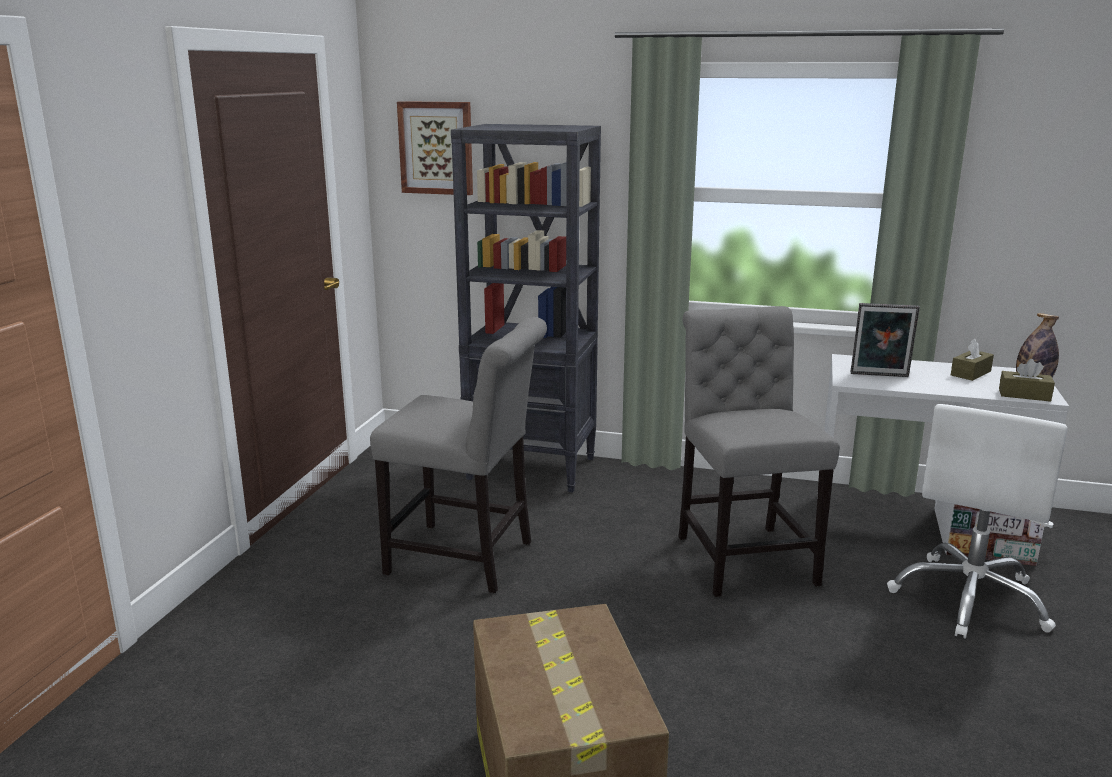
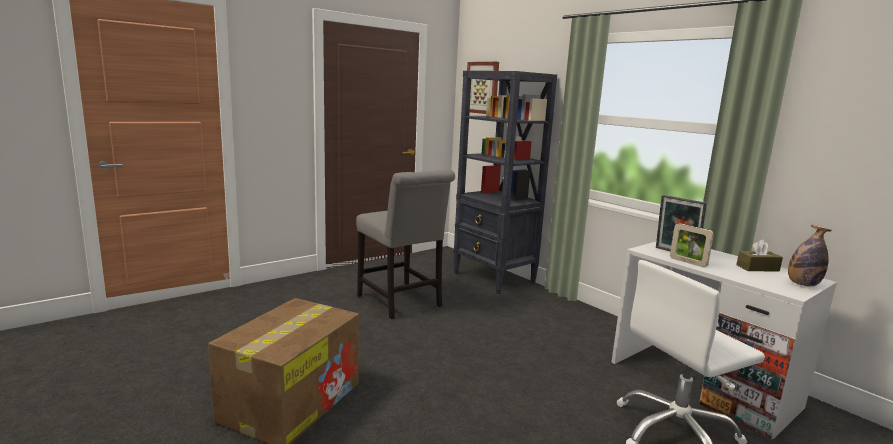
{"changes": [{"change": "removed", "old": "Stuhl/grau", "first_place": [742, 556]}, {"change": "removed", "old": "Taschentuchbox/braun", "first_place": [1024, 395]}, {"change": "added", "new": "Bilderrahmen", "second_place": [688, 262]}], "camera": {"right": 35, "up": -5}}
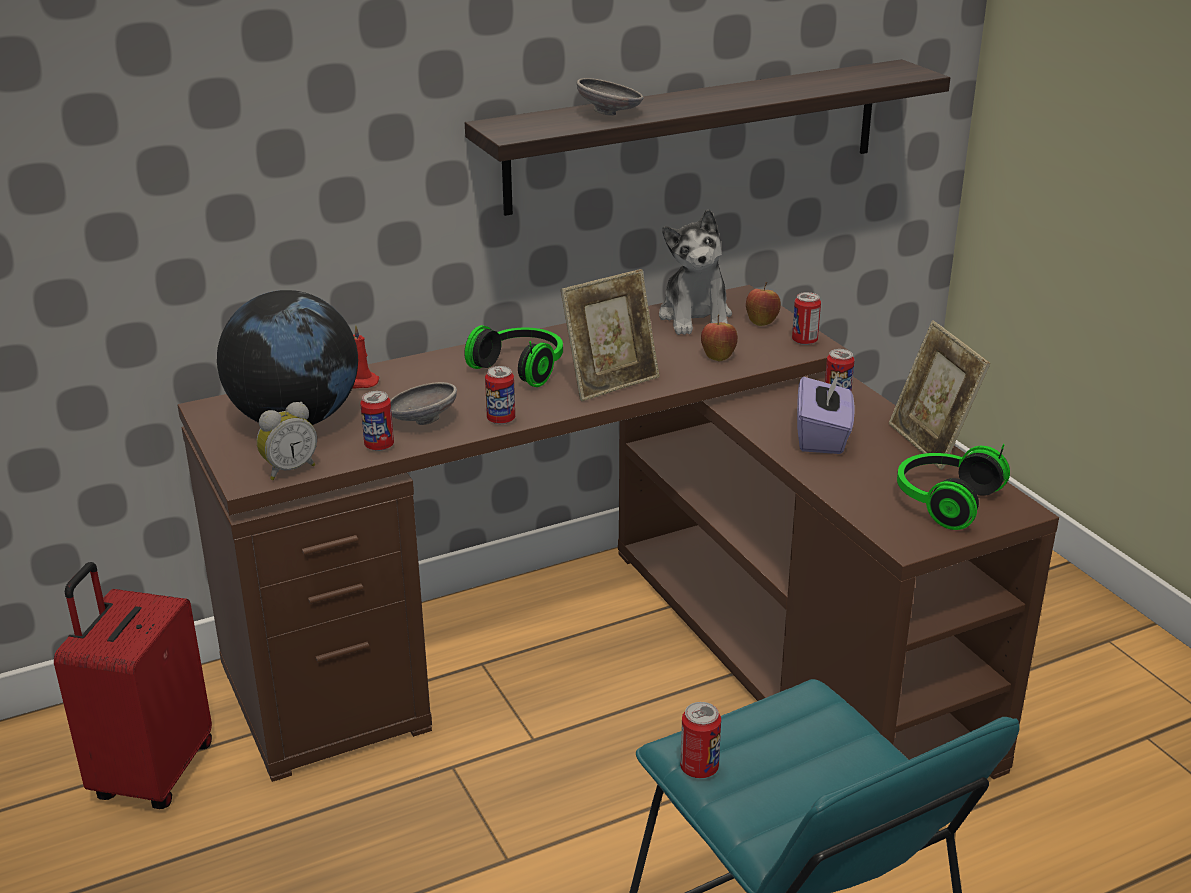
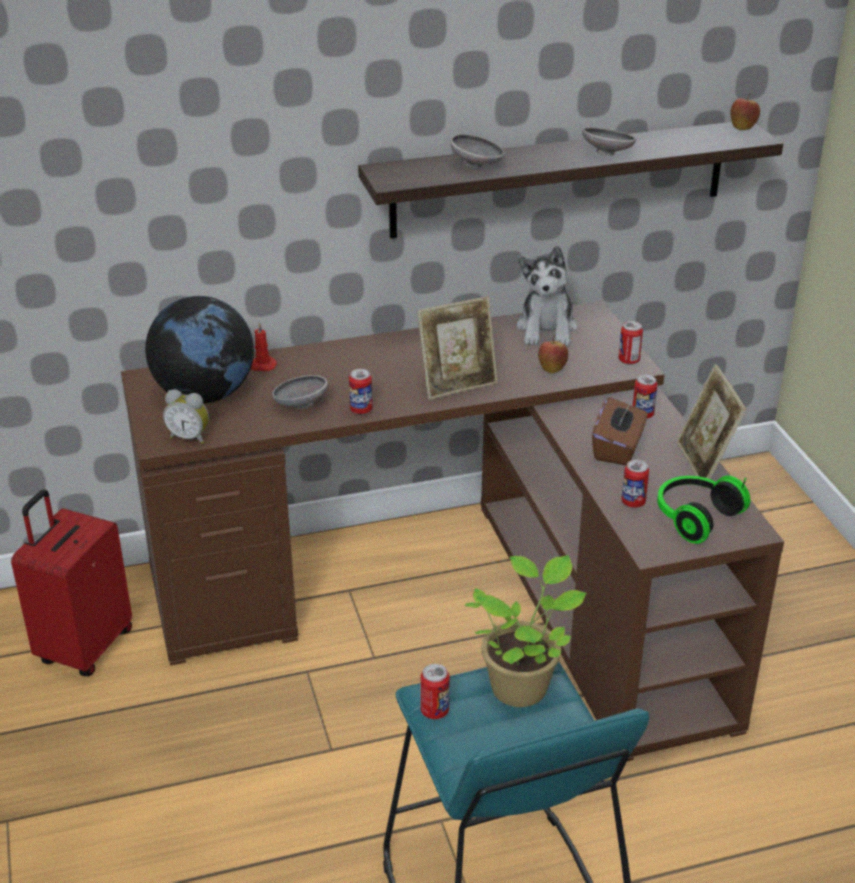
{"changes": [{"change": "turned", "old": "Wecker", "first_place": [289, 469], "second_place": [190, 437], "degrees": 45}, {"change": "moved", "old": "Dose", "first_place": [379, 446], "second_place": [633, 502]}, {"change": "removed", "old": "Kopfhörer", "first_place": [522, 368]}, {"change": "moved", "old": "Apfel", "first_place": [761, 322], "second_place": [742, 127]}, {"change": "recoloured", "old": "Taschentuchbox/lila", "new": "Taschentuchbox/braun", "first_place": [822, 437], "second_place": [618, 449]}, {"change": "added", "new": "Topfpflanze", "second_place": [521, 685]}, {"change": "added", "new": "Schüssel/grau", "second_place": [608, 153]}], "camera": {"right": 10, "up": 5}}
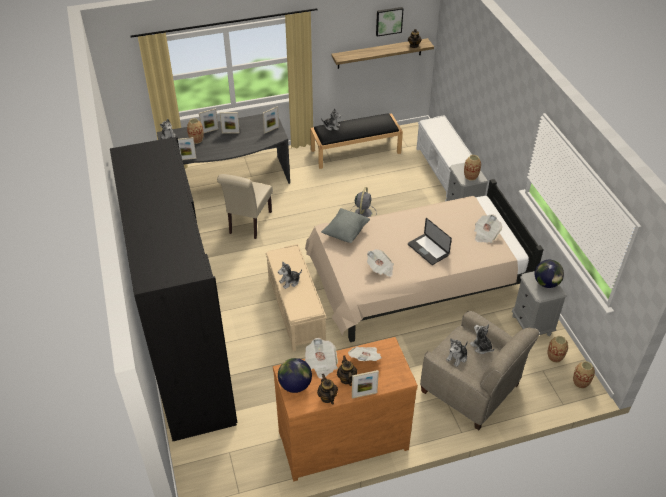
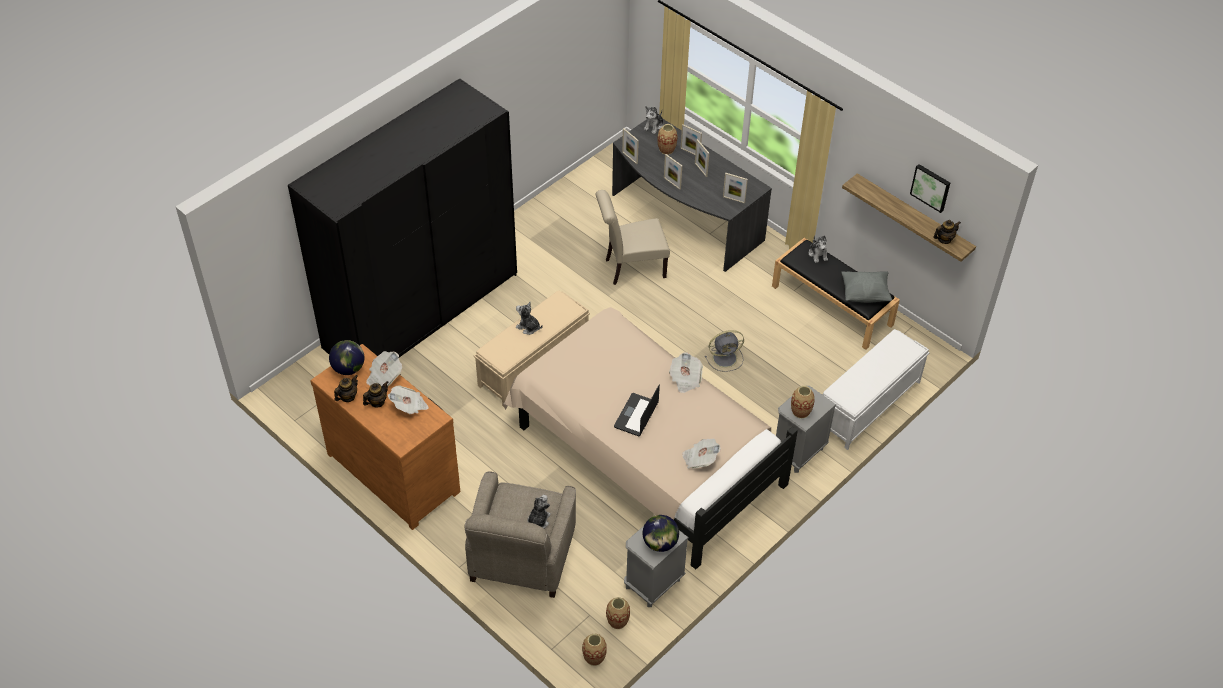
{"changes": [{"change": "moved", "old": "Kissen/grau", "first_place": [346, 232], "second_place": [865, 294]}, {"change": "moved", "old": "Bilderrahmen", "first_place": [364, 395], "second_place": [672, 183]}, {"change": "moved", "old": "Zeitung", "first_place": [380, 269], "second_place": [685, 379]}, {"change": "removed", "old": "Plüschtier", "first_place": [457, 357]}], "camera": {"right": 60, "up": 5}}
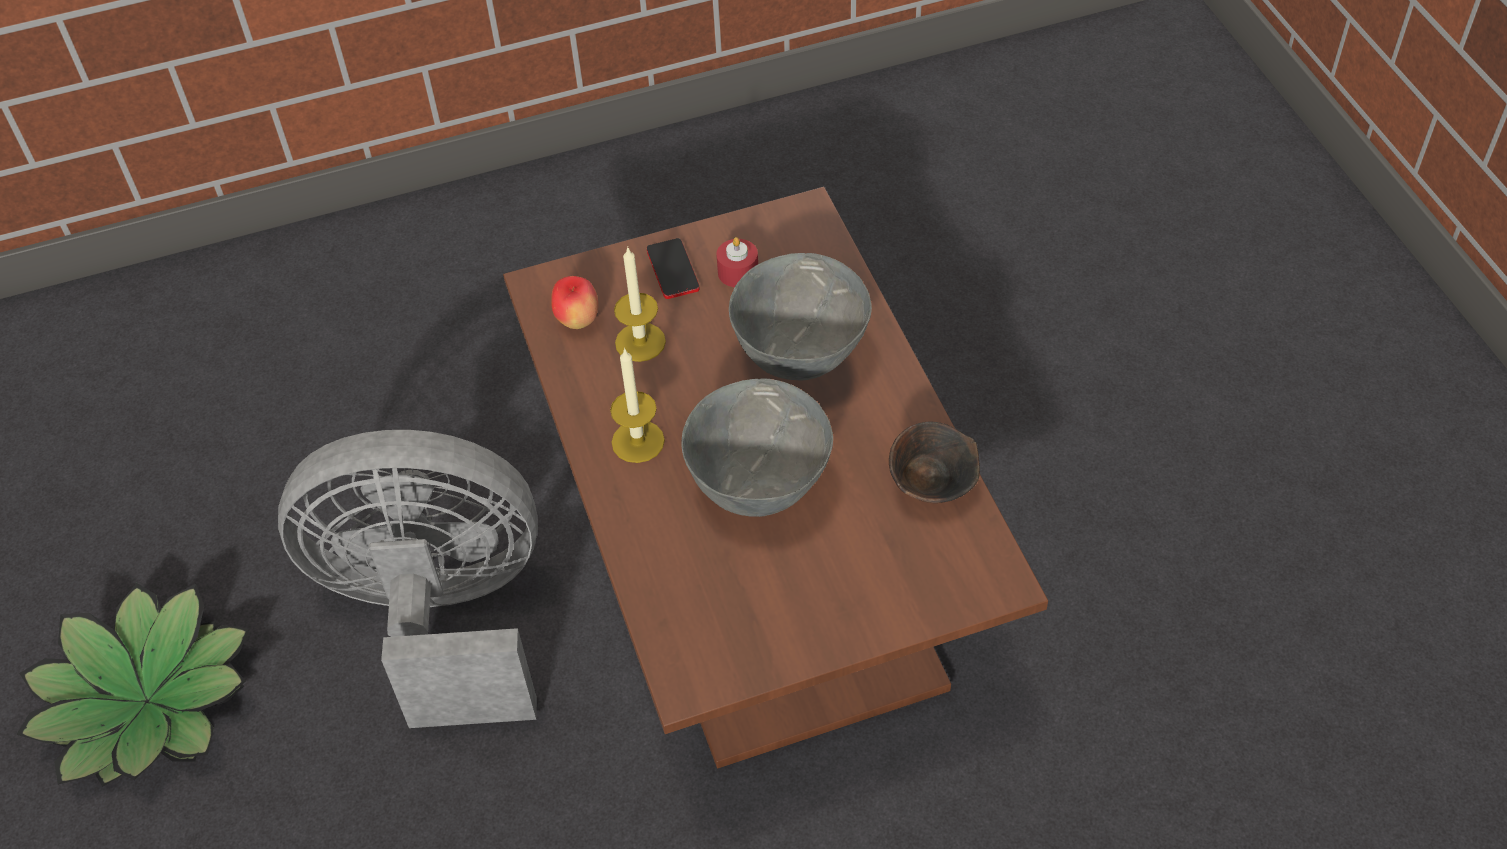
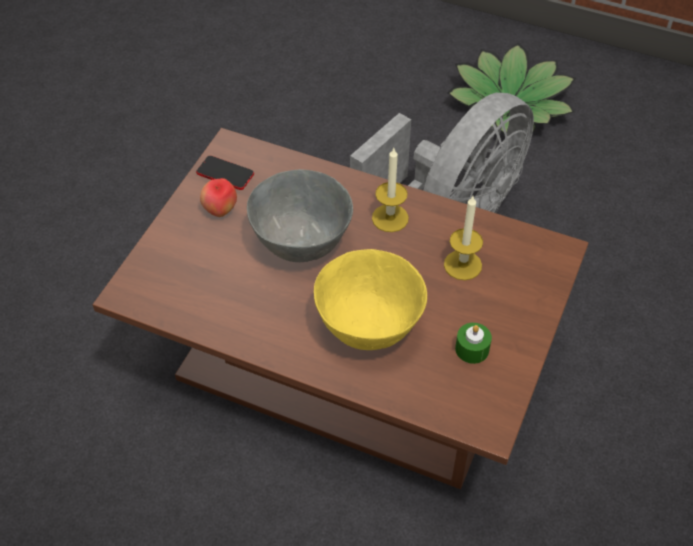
{"changes": [{"change": "moved", "old": "Apfel", "first_place": [578, 320], "second_place": [220, 210]}, {"change": "moved", "old": "Handy", "first_place": [672, 270], "second_place": [225, 173]}, {"change": "recoloured", "old": "Kerze/rot", "new": "Kerze/grün", "first_place": [738, 272], "second_place": [472, 349]}, {"change": "recoloured", "old": "Schüssel/grau", "new": "Schüssel/gelb", "first_place": [799, 356], "second_place": [370, 327]}, {"change": "removed", "old": "Schüssel/braun", "first_place": [932, 485]}], "camera": {"right": 130, "up": 0}}
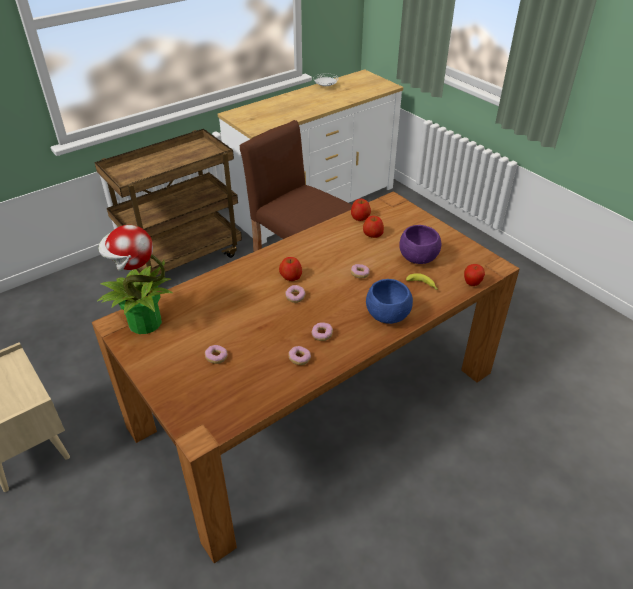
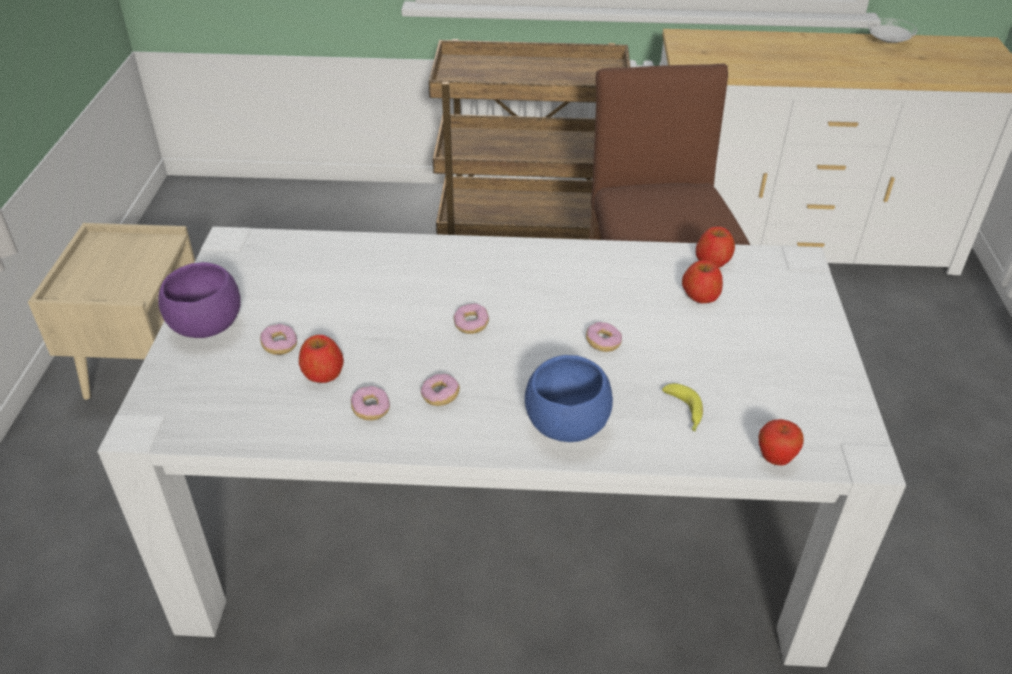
{"changes": [{"change": "recoloured", "old": "Esstisch/braun", "new": "Esstisch/weiß", "first_place": [316, 399], "second_place": [504, 520]}, {"change": "removed", "old": "Topfpflanze", "first_place": [143, 323]}, {"change": "moved", "old": "Apfel", "first_place": [291, 276], "second_place": [323, 372]}, {"change": "moved", "old": "Schüssel/lila", "first_place": [417, 259], "second_place": [206, 327]}], "camera": {"right": 40, "up": 0}}
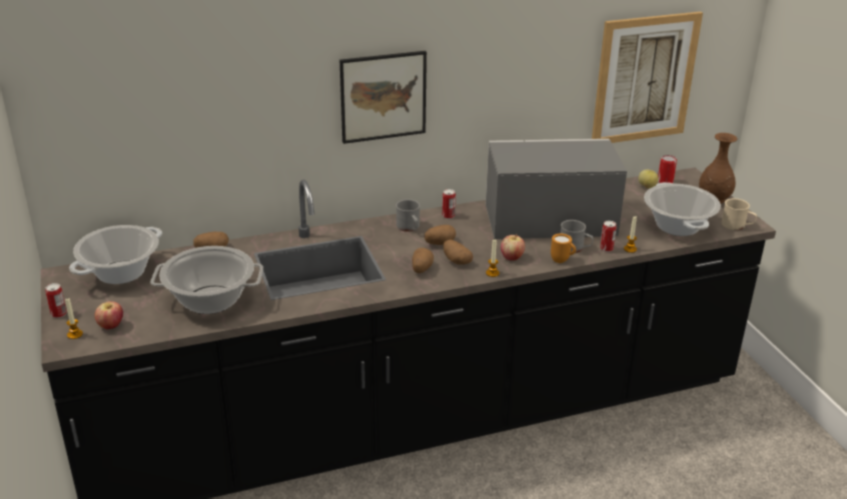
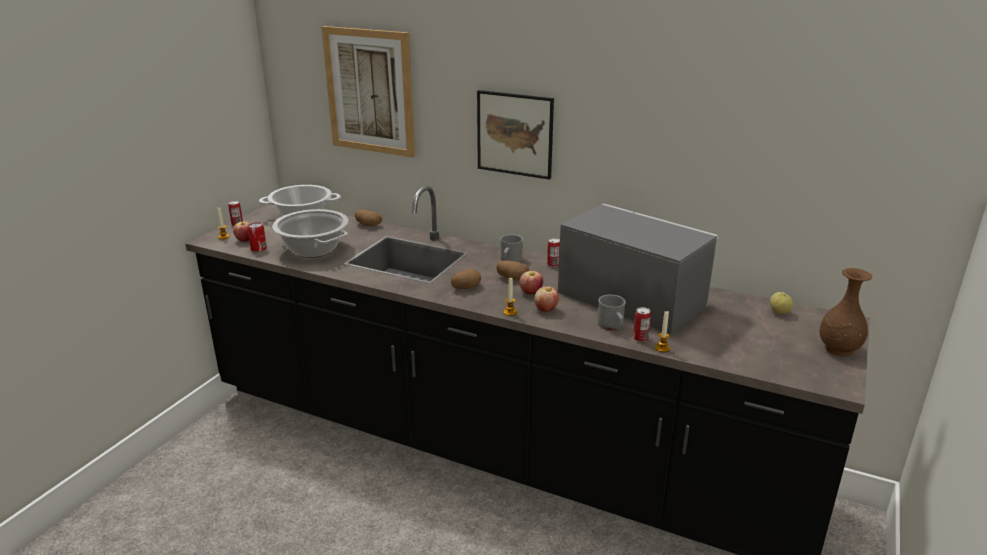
{"changes": [{"change": "removed", "old": "Kartoffel", "first_place": [456, 261]}, {"change": "removed", "old": "Henkelbecher/orange", "first_place": [562, 261]}, {"change": "moved", "old": "Bild", "first_place": [644, 78], "second_place": [370, 91]}, {"change": "removed", "old": "Kochtopf", "first_place": [677, 226]}, {"change": "moved", "old": "Dose", "first_place": [665, 181], "second_place": [258, 249]}, {"change": "removed", "old": "Henkelbecher/beige", "first_place": [737, 225]}, {"change": "added", "new": "Apfel", "second_place": [531, 292]}], "camera": {"right": 45, "up": -5}}
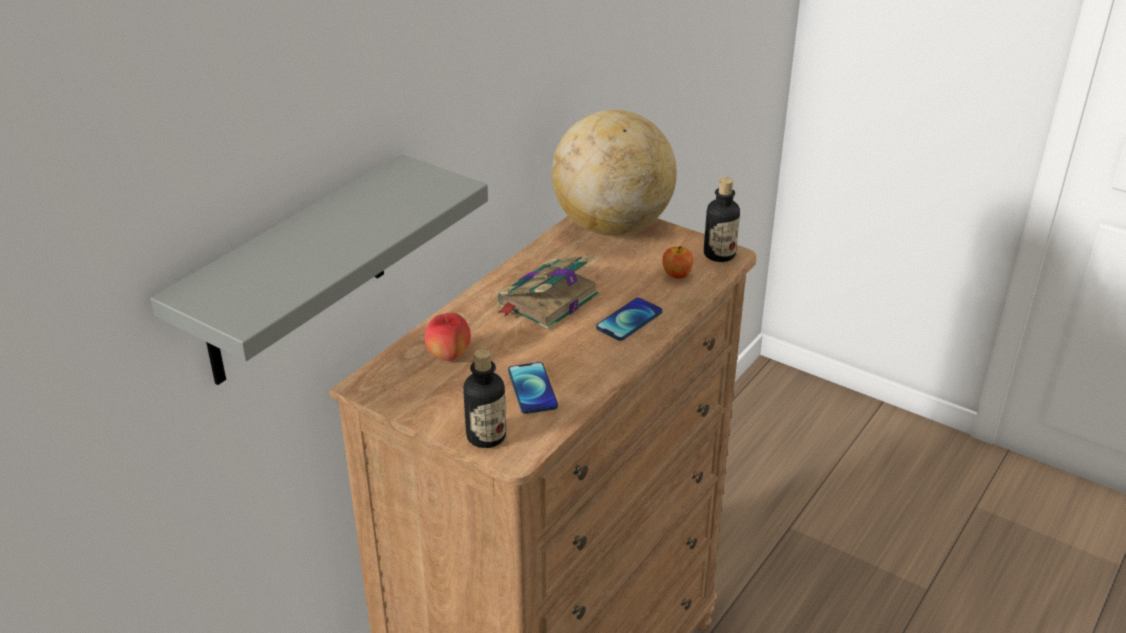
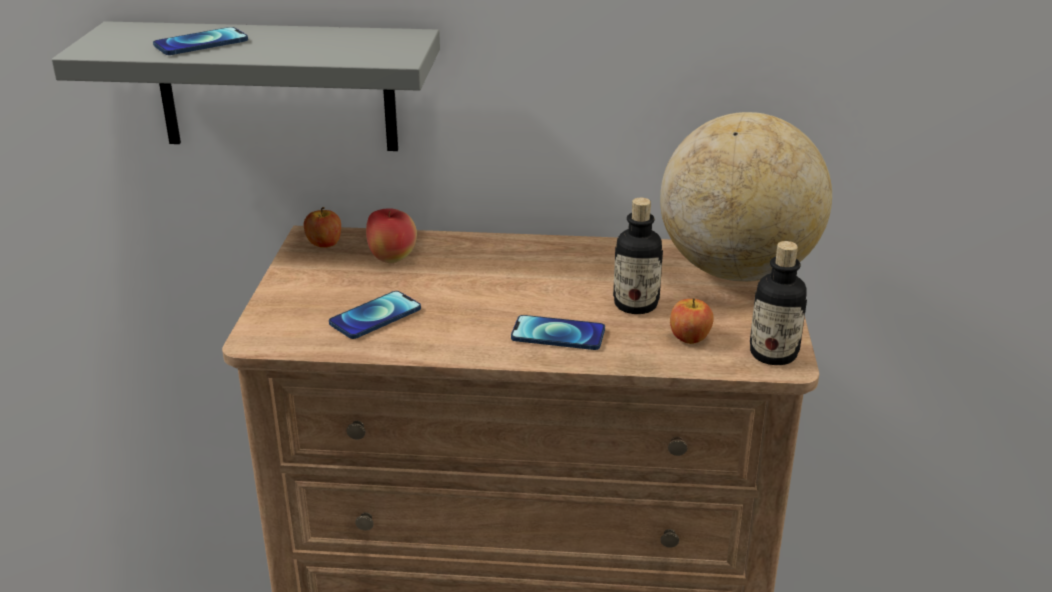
{"changes": [{"change": "moved", "old": "Flasche", "first_place": [486, 436], "second_place": [635, 304]}, {"change": "removed", "old": "Buch", "first_place": [547, 301]}, {"change": "added", "new": "Handy", "second_place": [201, 43]}, {"change": "added", "new": "Apfel", "second_place": [324, 244]}], "camera": {"right": 60, "up": -5}}
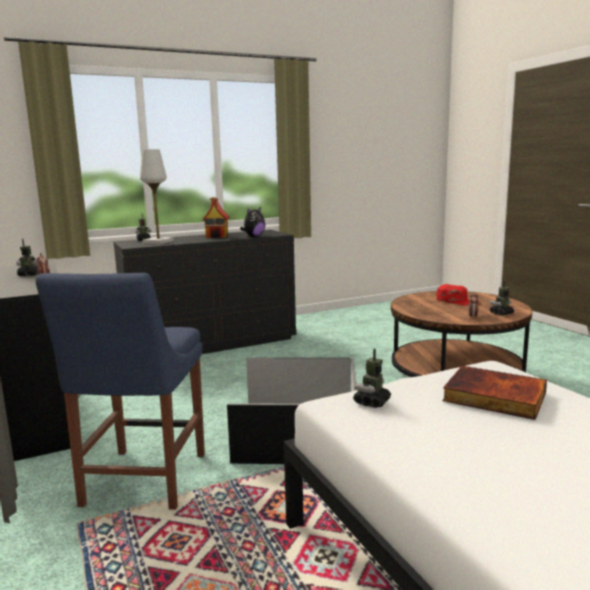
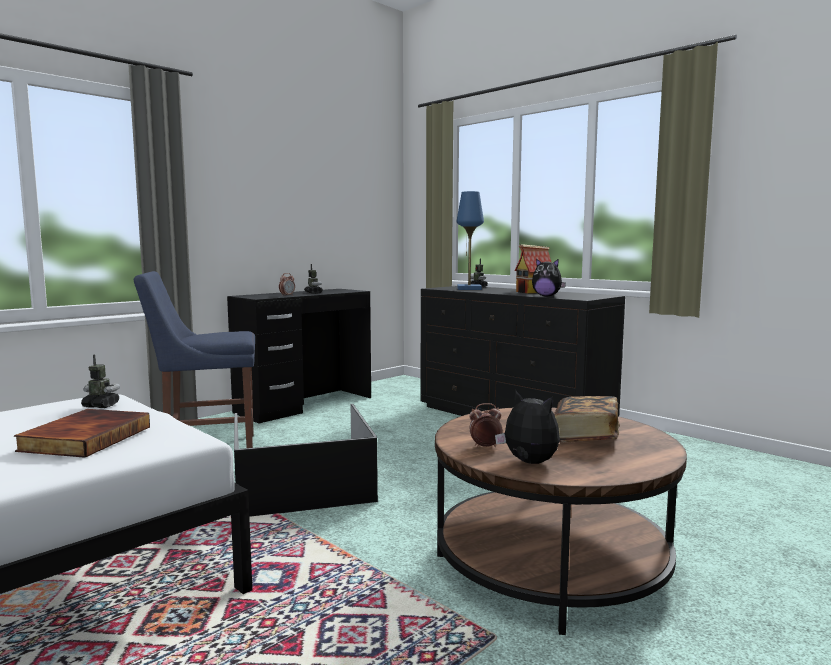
{"changes": [{"change": "recoloured", "old": "Tischlampe/weiß", "new": "Tischlampe/blau", "first_place": [158, 242], "second_place": [469, 289]}, {"change": "replaced", "old": "Kappe/rot", "new": "Buch", "first_place": [458, 301], "second_place": [585, 437]}, {"change": "replaced", "old": "Spielzeugroboter", "new": "Plüschtier", "first_place": [501, 313], "second_place": [529, 463]}], "camera": {"right": 70, "up": -5}}
